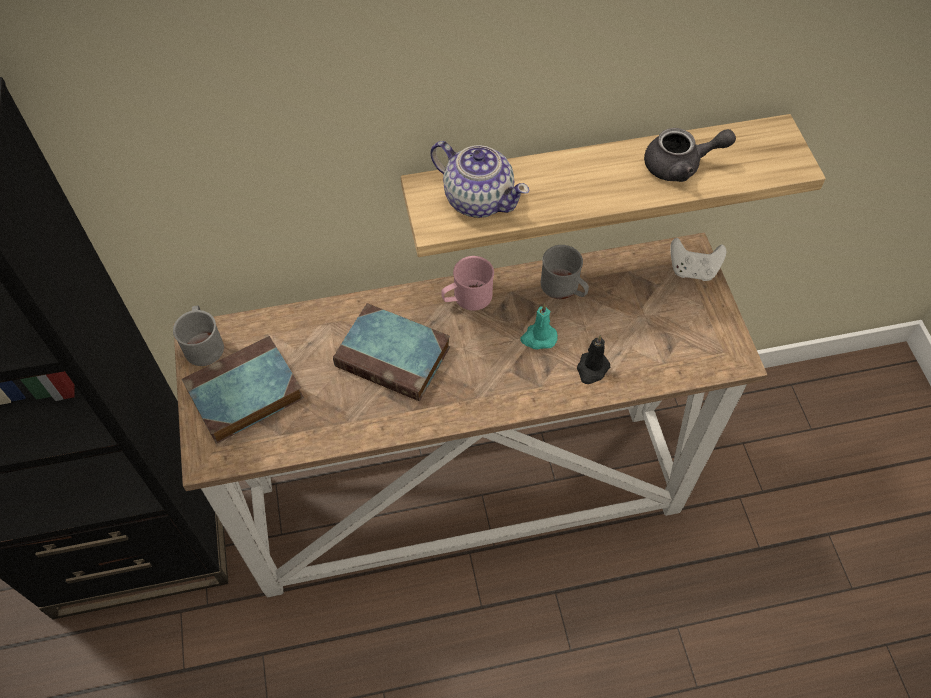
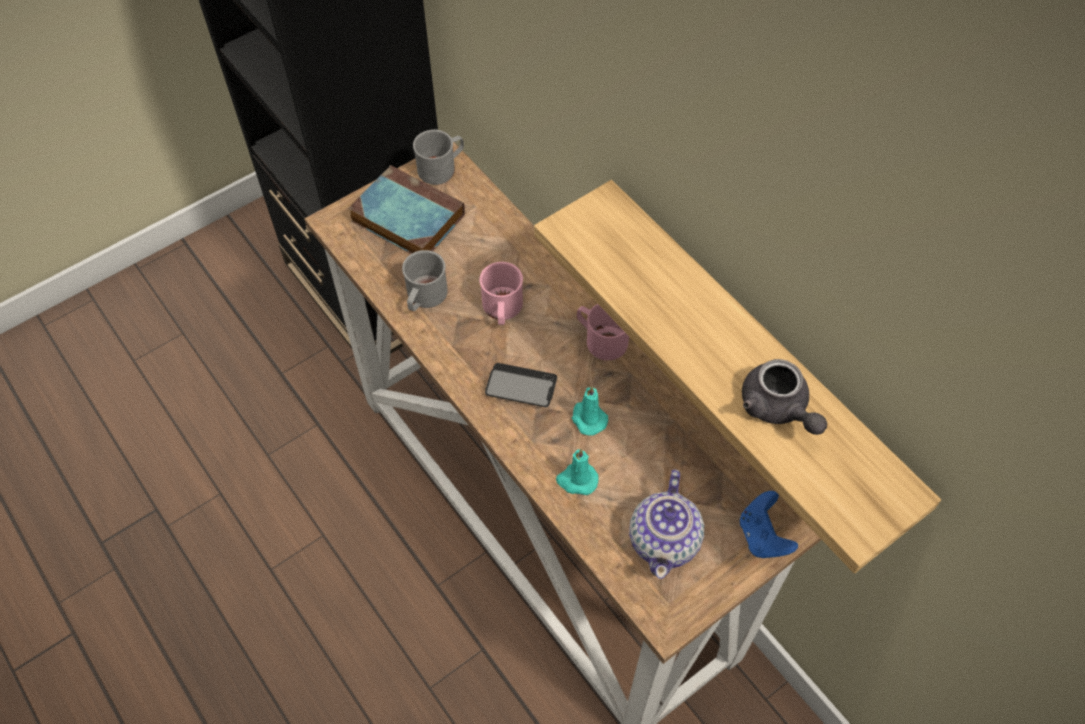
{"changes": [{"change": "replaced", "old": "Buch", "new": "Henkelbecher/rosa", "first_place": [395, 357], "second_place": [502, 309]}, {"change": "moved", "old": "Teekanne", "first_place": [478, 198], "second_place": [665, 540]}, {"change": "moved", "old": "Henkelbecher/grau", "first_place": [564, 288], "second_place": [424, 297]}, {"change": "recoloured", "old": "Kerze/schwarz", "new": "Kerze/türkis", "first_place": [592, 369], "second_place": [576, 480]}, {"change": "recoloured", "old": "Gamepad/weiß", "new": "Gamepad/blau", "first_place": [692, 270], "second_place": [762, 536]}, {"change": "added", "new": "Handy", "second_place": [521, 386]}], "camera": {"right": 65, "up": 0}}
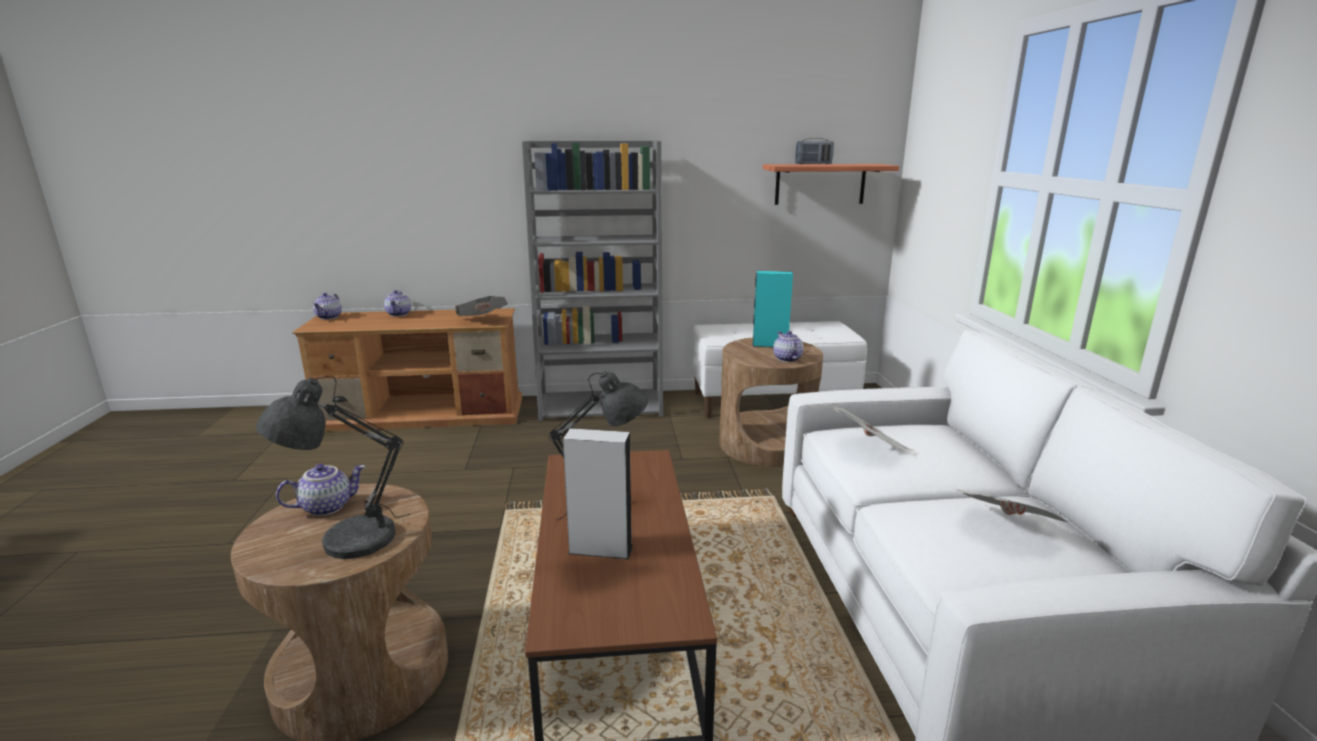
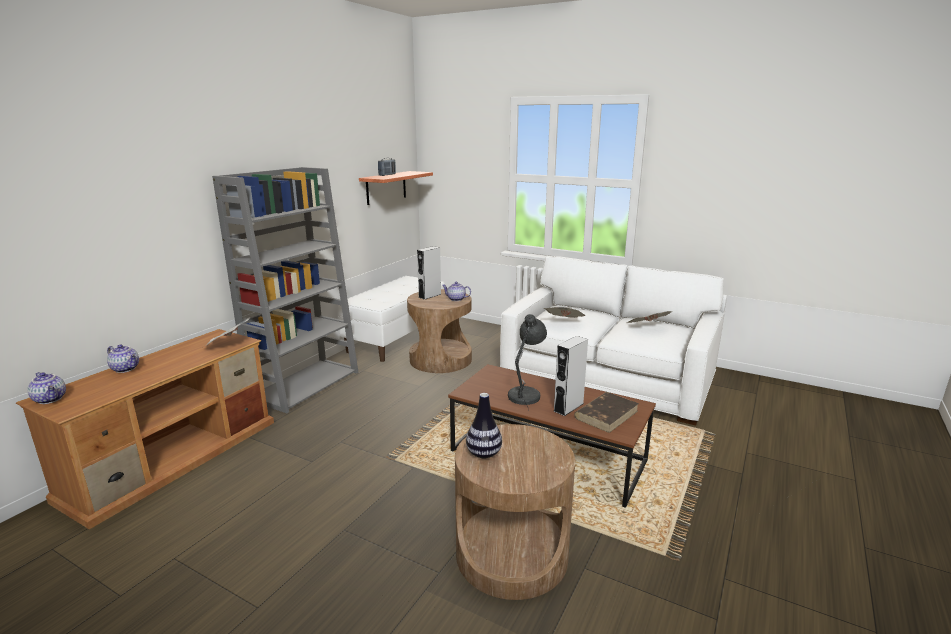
{"changes": [{"change": "removed", "old": "Tischlampe/grau", "first_place": [349, 541]}, {"change": "replaced", "old": "Teekanne", "new": "Vase", "first_place": [327, 506], "second_place": [483, 454]}, {"change": "recoloured", "old": "Lautsprecher/türkis", "new": "Lautsprecher/grau", "first_place": [770, 345], "second_place": [429, 296]}, {"change": "added", "new": "Buch/braun", "second_place": [606, 414]}], "camera": {"right": -55, "up": 0}}
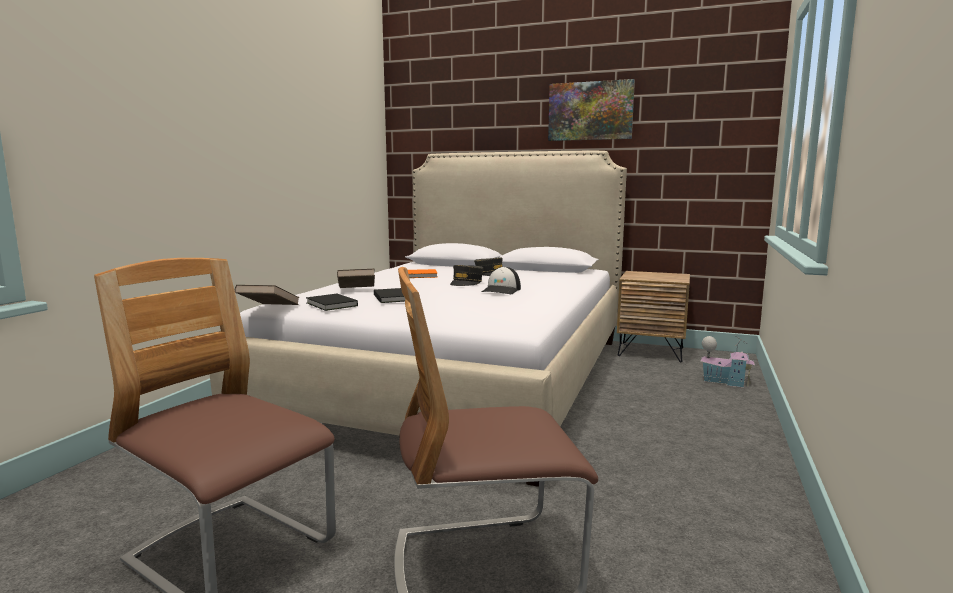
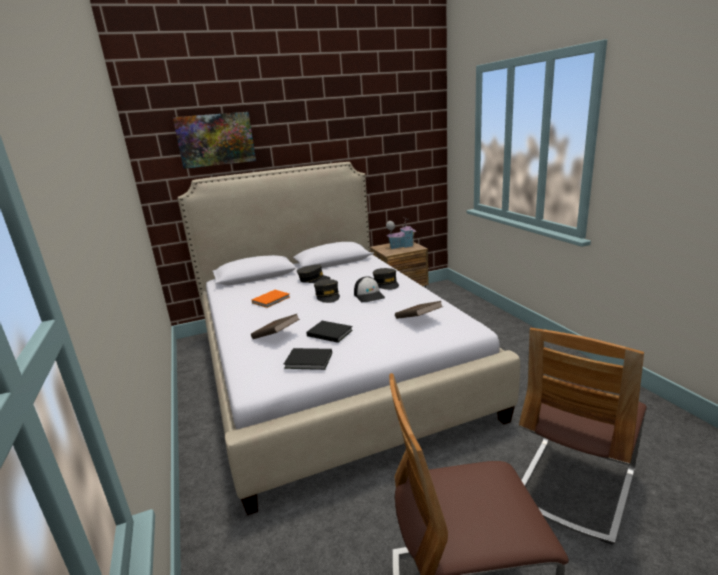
{"changes": [{"change": "moved", "old": "Buch/braun", "first_place": [269, 309], "second_place": [418, 320]}, {"change": "moved", "old": "Bild", "first_place": [590, 111], "second_place": [215, 139]}, {"change": "moved", "old": "Spielzeughaus", "first_place": [725, 382], "second_place": [401, 246]}, {"change": "added", "new": "Kappe/grau", "second_place": [386, 284]}], "camera": {"right": -40, "up": 10}}
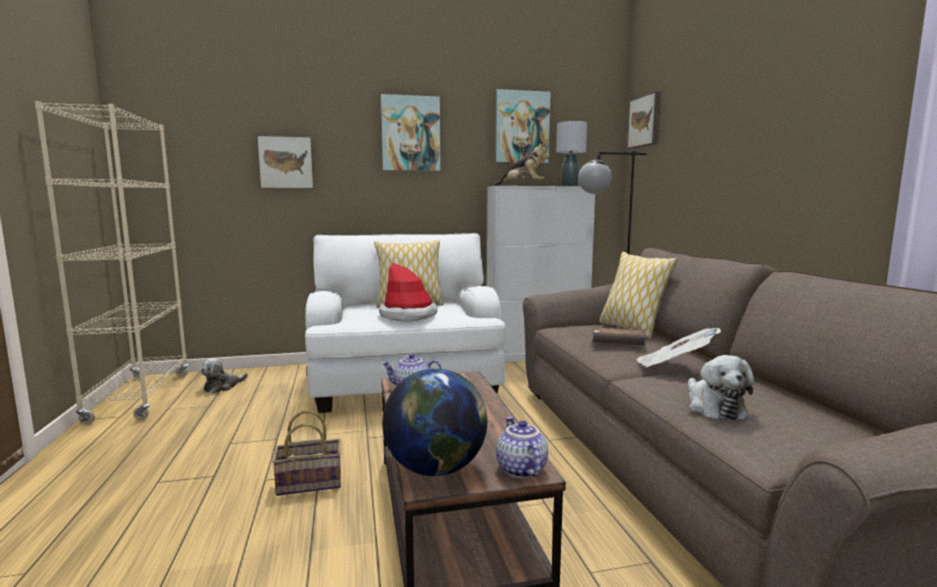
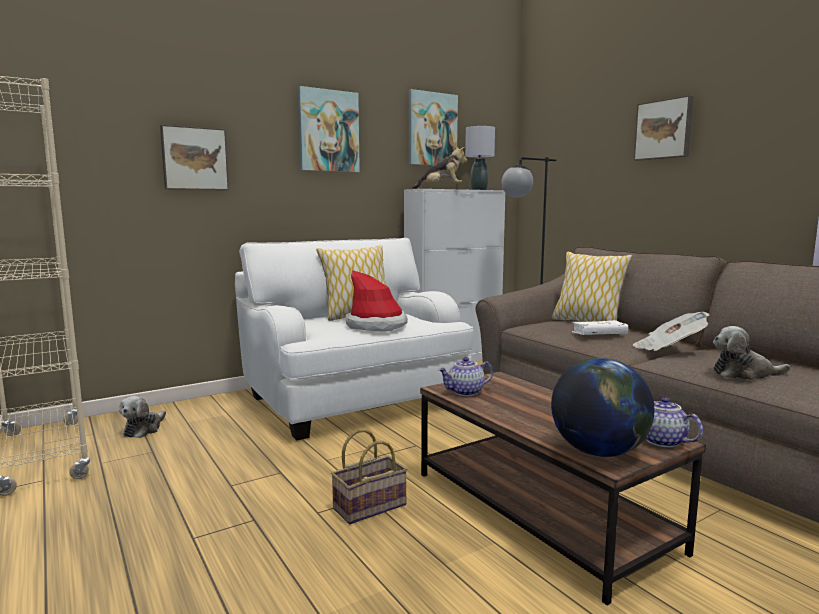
{"changes": [{"change": "recoloured", "old": "Buch/braun", "new": "Buch/weiß", "first_place": [617, 344], "second_place": [599, 335]}, {"change": "moved", "old": "Bild", "first_place": [645, 121], "second_place": [664, 129]}, {"change": "turned", "old": "Plüschtier", "first_place": [714, 407], "second_place": [744, 374], "degrees": 120}], "camera": {"right": -20, "up": 0}}
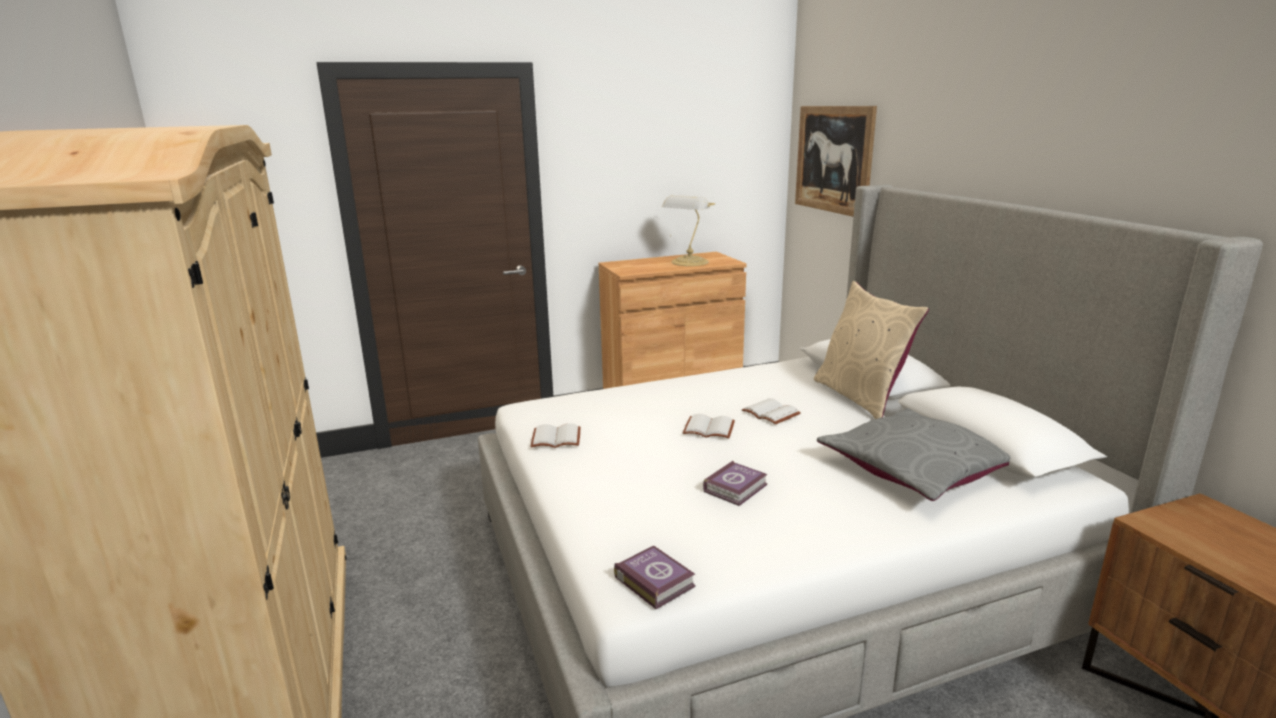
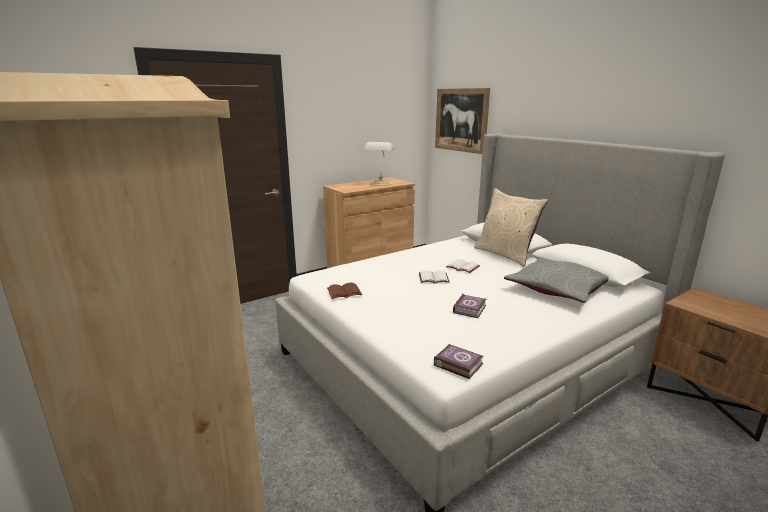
{"changes": [{"change": "recoloured", "old": "Buch/weiß", "new": "Buch/braun", "first_place": [555, 439], "second_place": [344, 293]}], "camera": {"right": -15, "up": 0}}
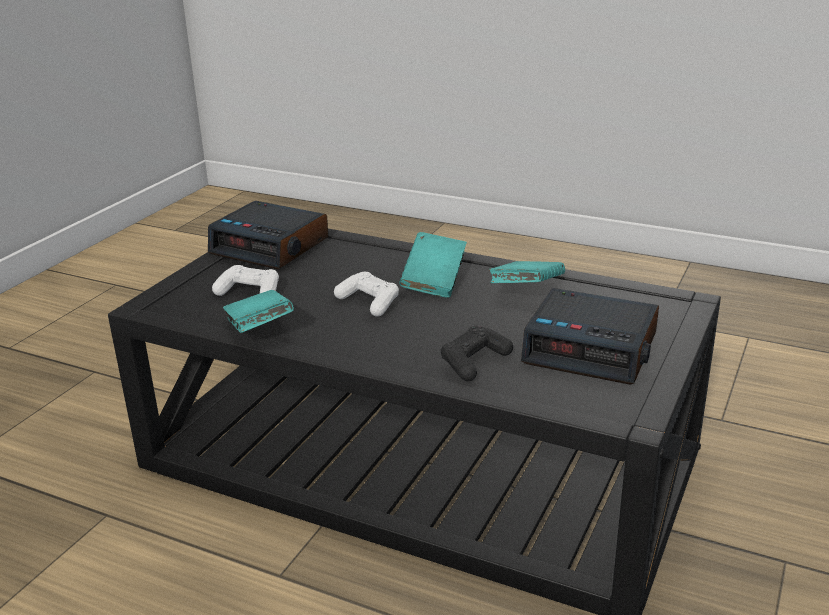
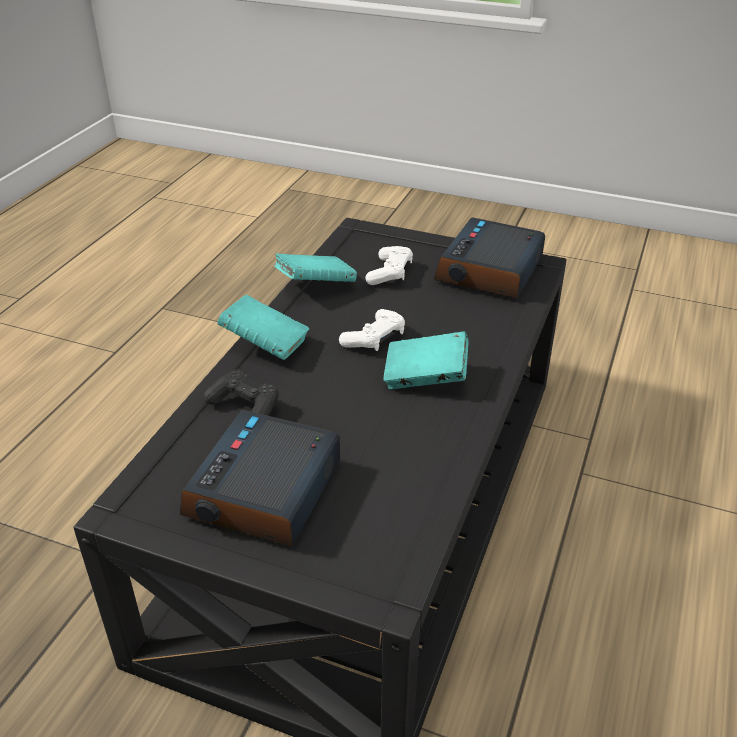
{"changes": [{"change": "moved", "old": "Buch/türkis", "first_place": [526, 291], "second_place": [265, 344]}], "camera": {"right": 85, "up": 10}}
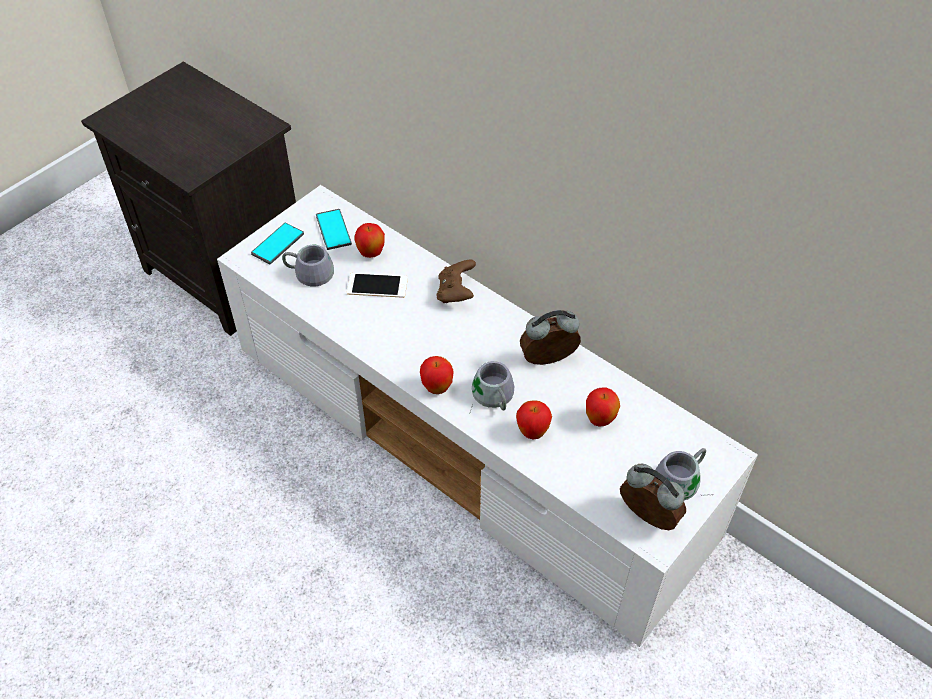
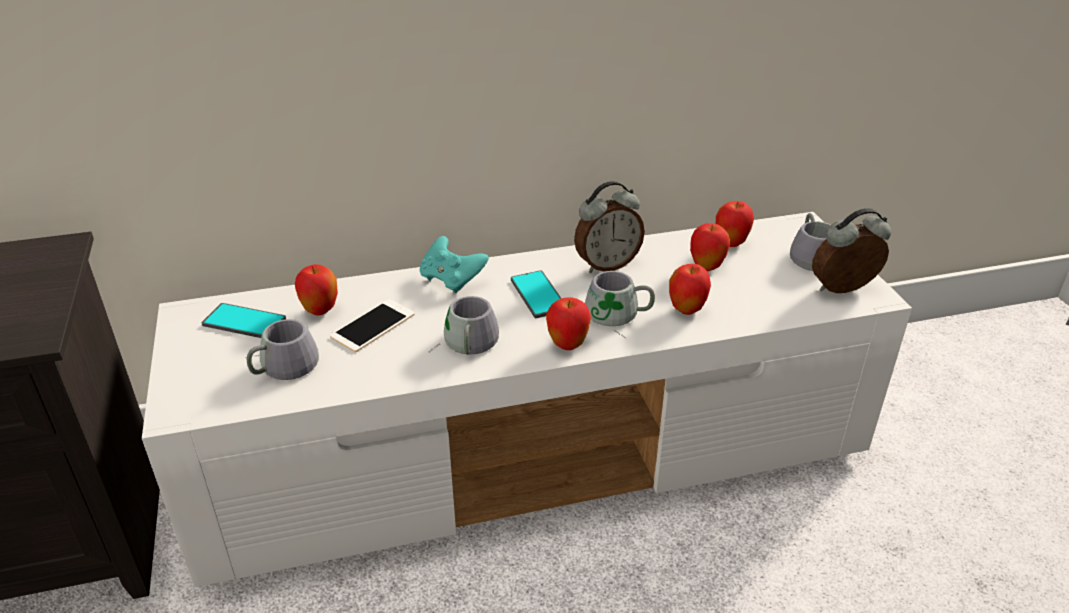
{"changes": [{"change": "moved", "old": "Handy", "first_place": [278, 244], "second_place": [538, 295]}, {"change": "recoloured", "old": "Gamepad/braun", "new": "Gamepad/türkis", "first_place": [456, 293], "second_place": [452, 280]}, {"change": "turned", "old": "Wecker", "first_place": [548, 361], "second_place": [606, 264], "degrees": -135}, {"change": "added", "new": "Henkelbecher/grau", "second_place": [464, 344]}, {"change": "added", "new": "Apfel", "second_place": [731, 243]}], "camera": {"right": -55, "up": -15}}
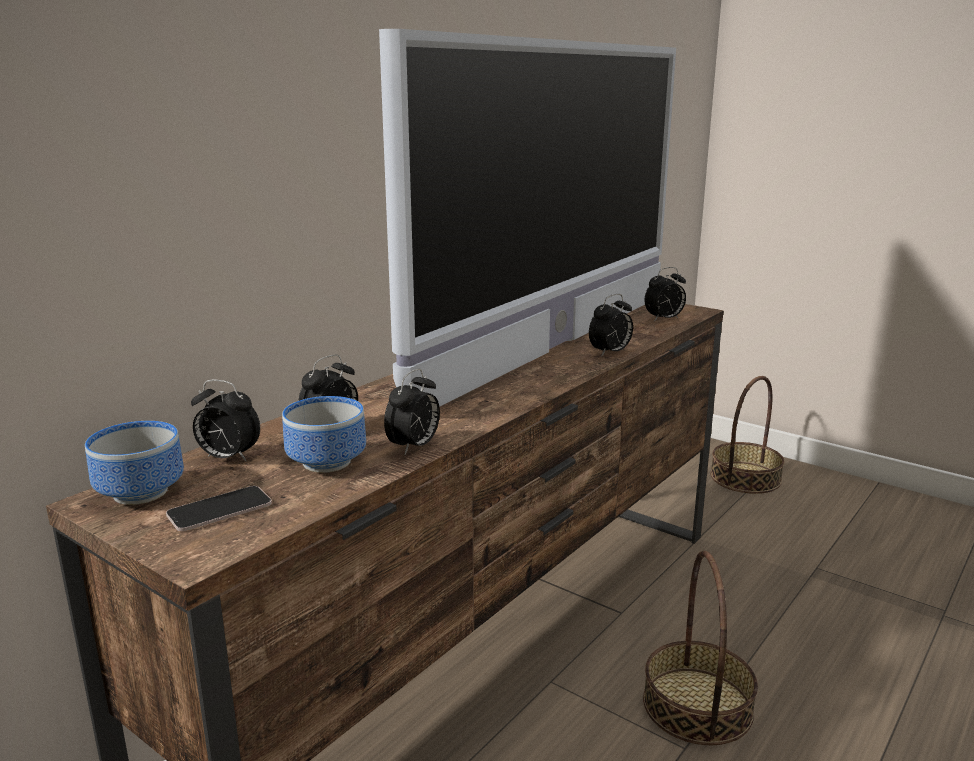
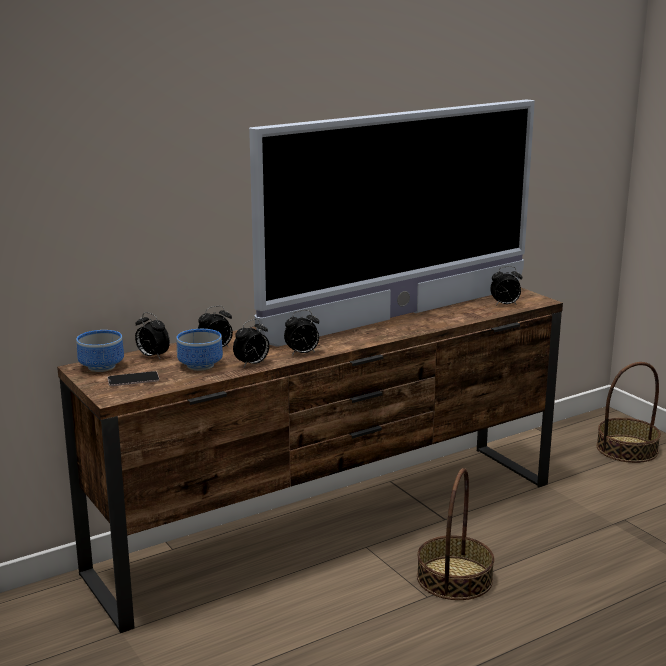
{"changes": [{"change": "moved", "old": "Wecker", "first_place": [610, 353], "second_place": [302, 353]}], "camera": {"right": 20, "up": 0}}
